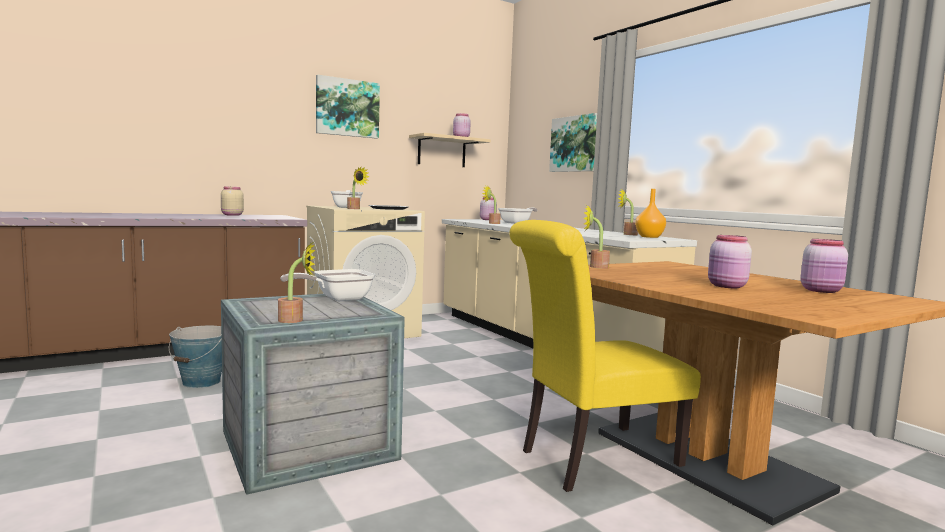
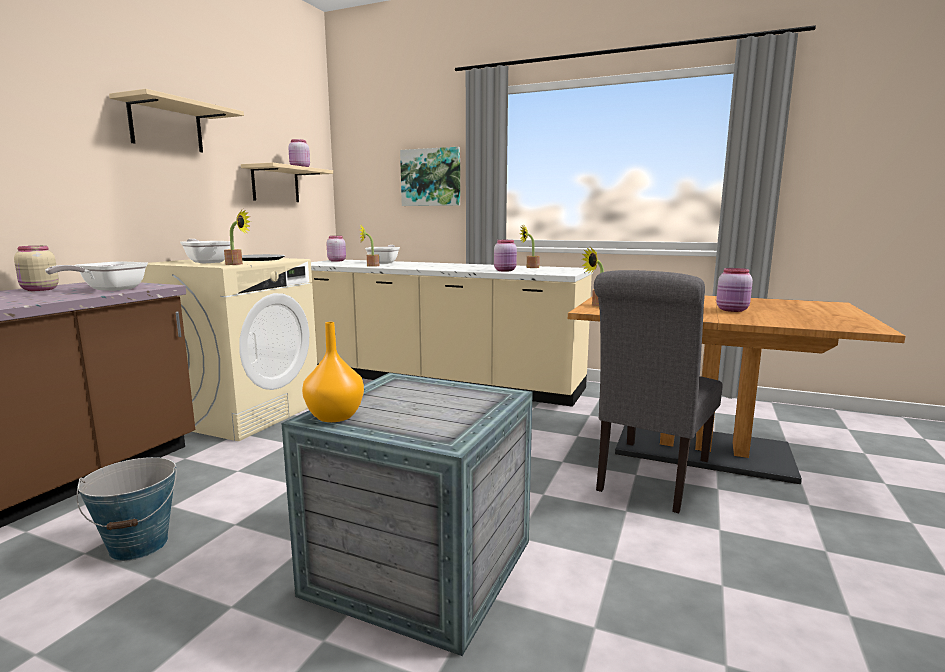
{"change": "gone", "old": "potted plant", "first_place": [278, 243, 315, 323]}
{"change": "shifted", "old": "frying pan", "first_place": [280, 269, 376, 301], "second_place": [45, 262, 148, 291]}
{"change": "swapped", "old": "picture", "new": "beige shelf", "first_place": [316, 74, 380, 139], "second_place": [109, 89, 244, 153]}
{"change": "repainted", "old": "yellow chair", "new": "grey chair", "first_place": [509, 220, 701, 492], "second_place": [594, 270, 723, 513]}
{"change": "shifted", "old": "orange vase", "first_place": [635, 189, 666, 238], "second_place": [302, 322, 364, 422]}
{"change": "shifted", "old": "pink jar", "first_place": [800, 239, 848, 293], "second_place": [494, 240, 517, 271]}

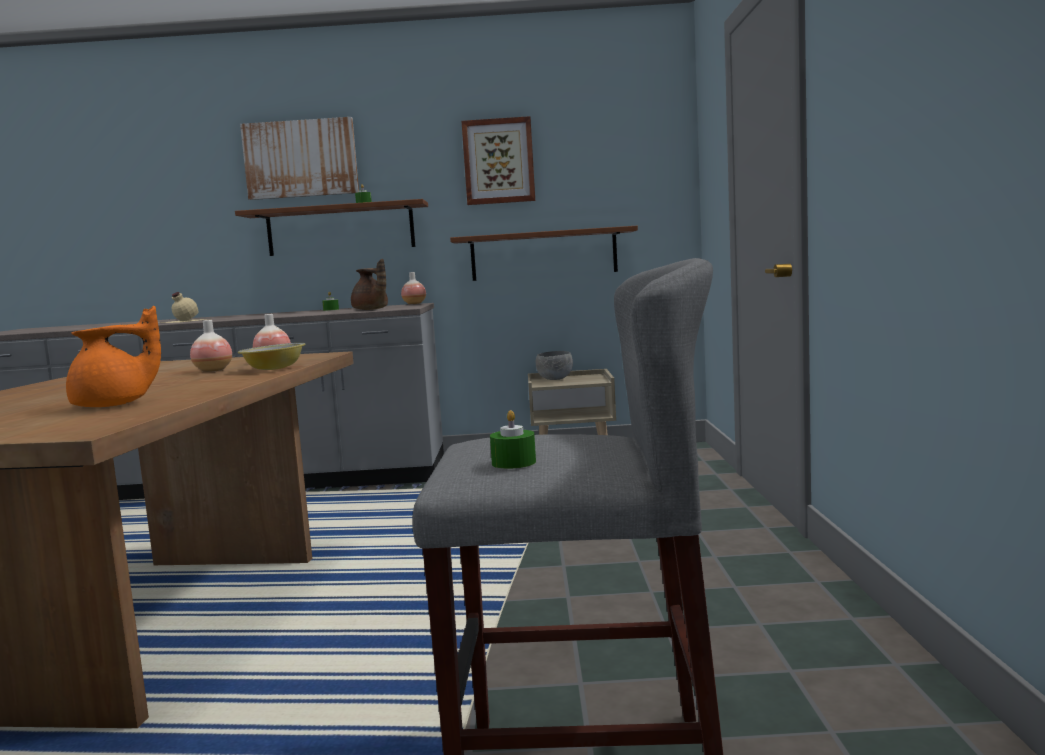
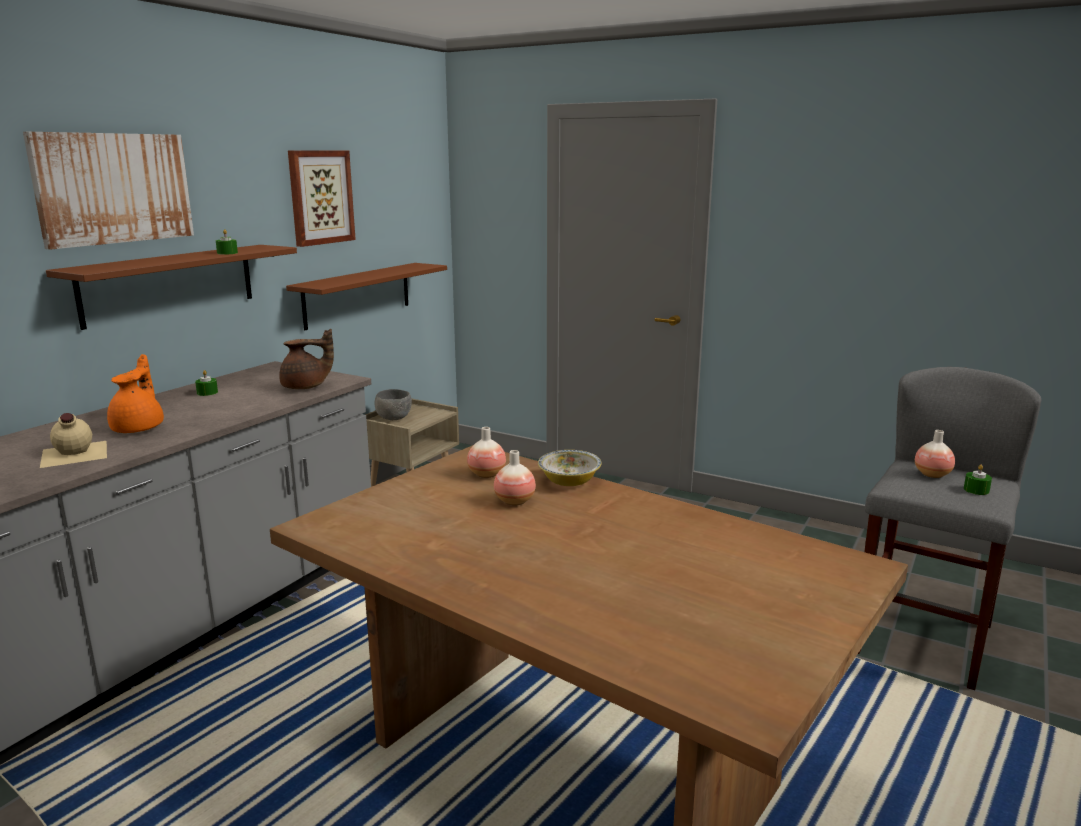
{"change": "shifted", "old": "orange teapot", "first_place": [66, 306, 161, 407], "second_place": [107, 354, 164, 433]}
{"change": "shifted", "old": "vase", "first_place": [401, 272, 426, 304], "second_place": [915, 430, 955, 478]}

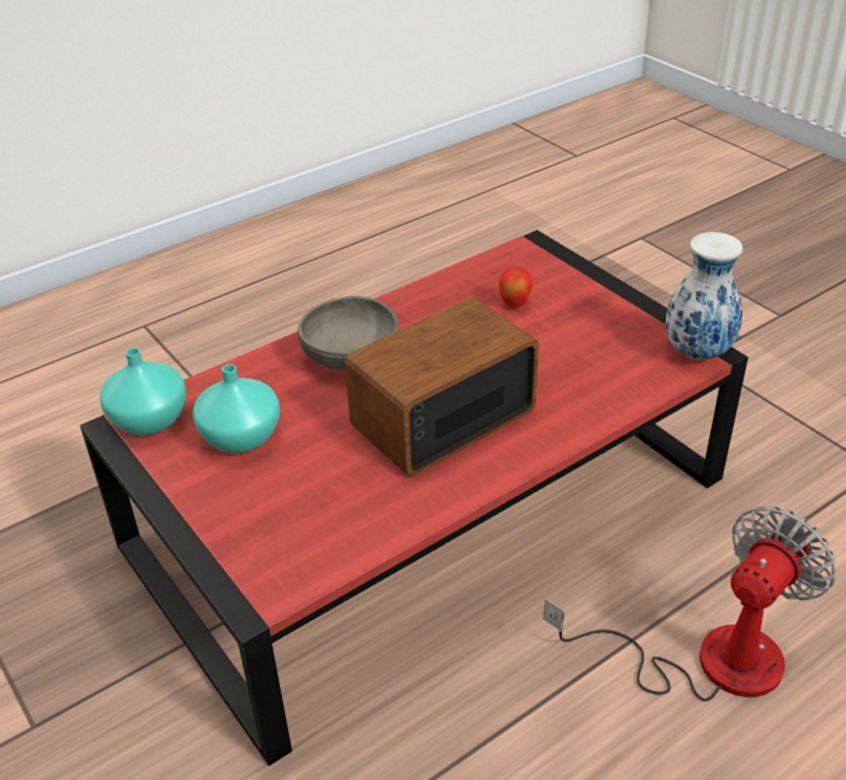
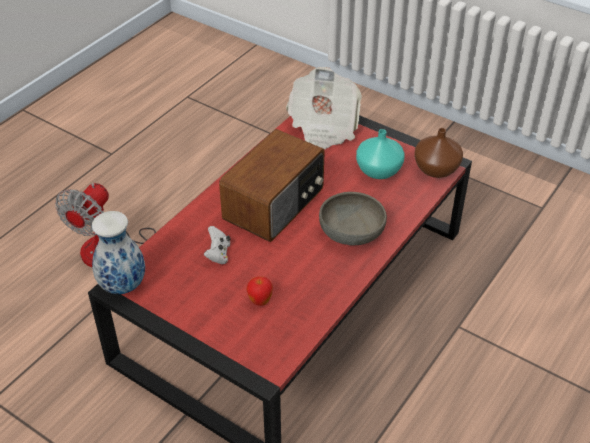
{"change": "repainted", "old": "turquoise vase", "new": "brown vase", "first_place": [100, 348, 187, 435], "second_place": [414, 128, 463, 178]}
{"change": "new", "new": "white game controller", "second_place": [204, 226, 231, 264]}
{"change": "new", "new": "newspaper", "second_place": [286, 67, 362, 149]}

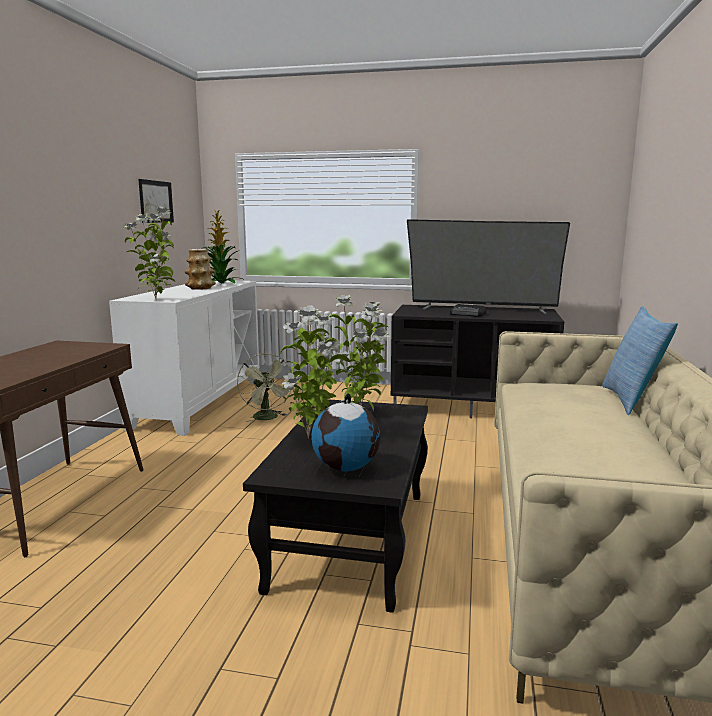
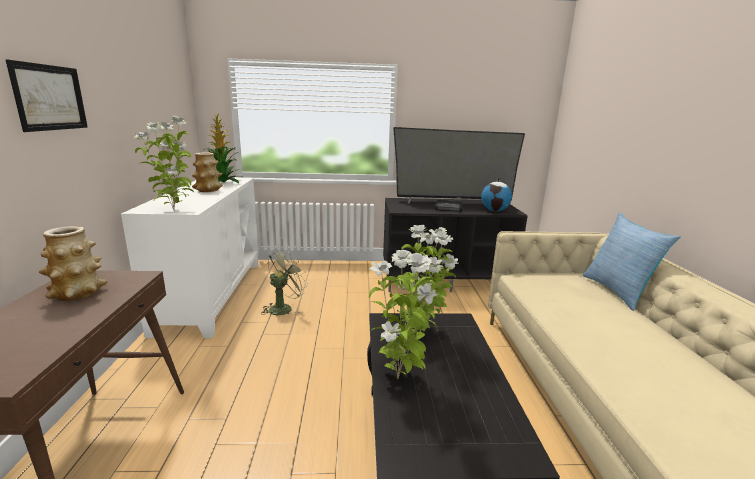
{"change": "shifted", "old": "picture", "first_place": [138, 179, 174, 223], "second_place": [5, 59, 88, 132]}
{"change": "rotated", "old": "green fan", "first_place": [237, 353, 294, 422], "second_place": [261, 250, 308, 315], "degrees": -105}
{"change": "shifted", "old": "globe", "first_place": [311, 393, 380, 472], "second_place": [481, 177, 512, 211]}
{"change": "new", "new": "vase", "second_place": [39, 226, 108, 301]}

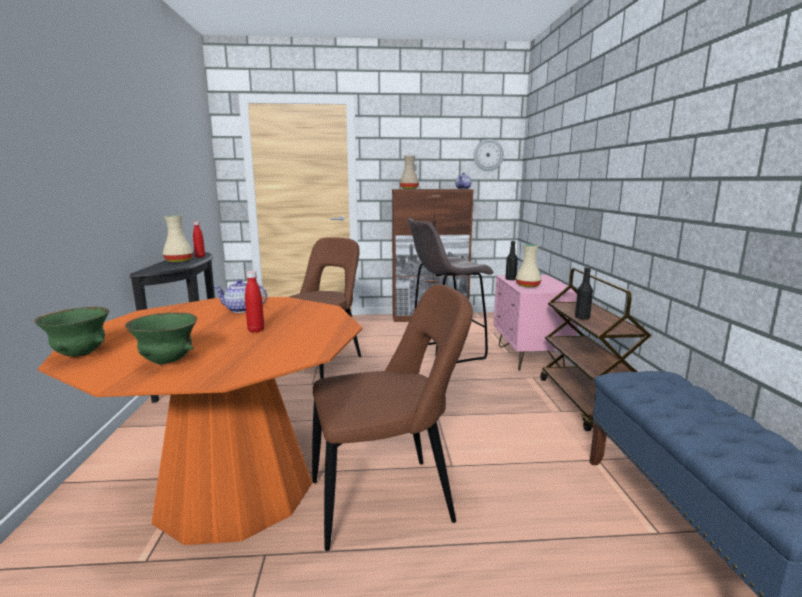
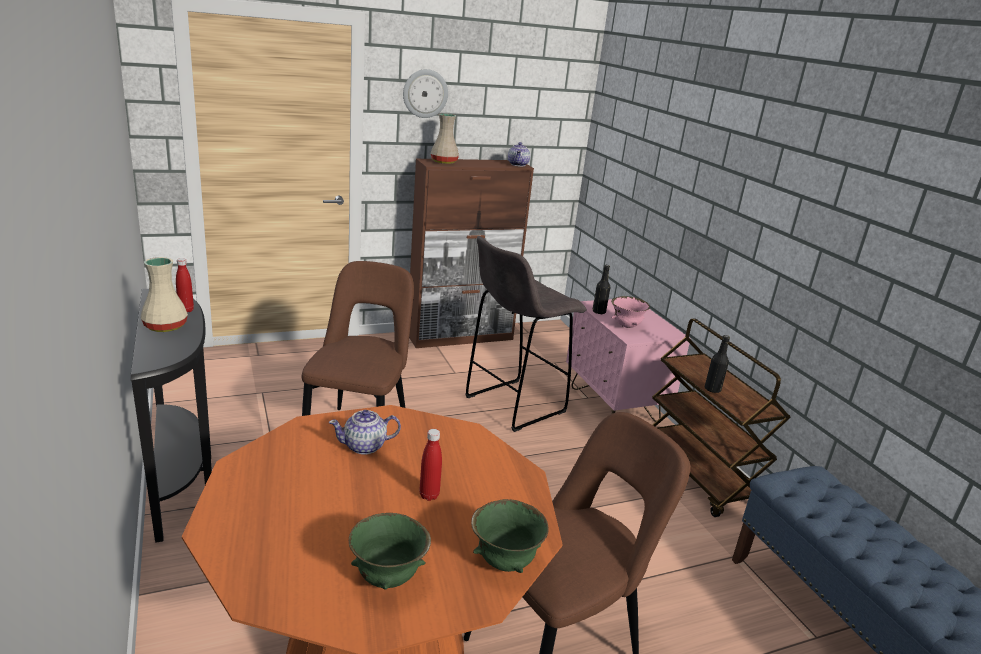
{"change": "shifted", "old": "green bowl", "first_place": [34, 307, 109, 357], "second_place": [471, 499, 549, 573]}
{"change": "shifted", "old": "wall clock", "first_place": [474, 139, 504, 171], "second_place": [403, 69, 448, 118]}
{"change": "swapped", "old": "beige vase", "new": "pink bowl", "first_place": [516, 244, 541, 287], "second_place": [611, 296, 650, 328]}

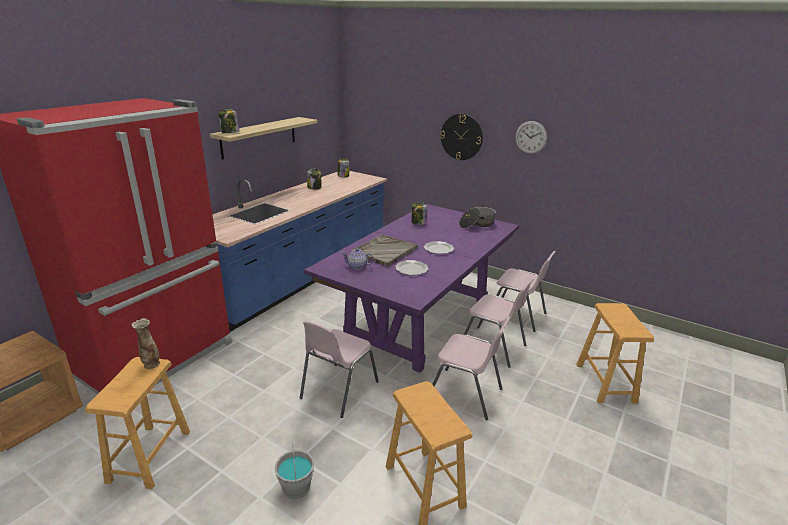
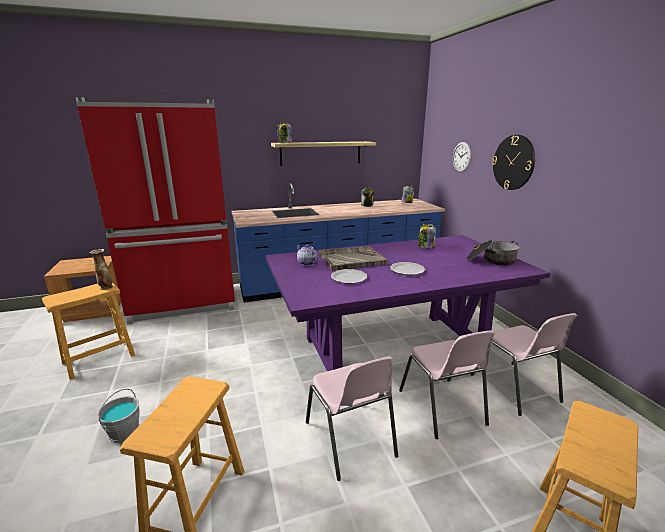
{"change": "gone", "old": "pink chair", "first_place": [300, 321, 379, 418]}
{"change": "shifted", "old": "wall clock", "first_place": [515, 121, 547, 154], "second_place": [453, 142, 471, 172]}

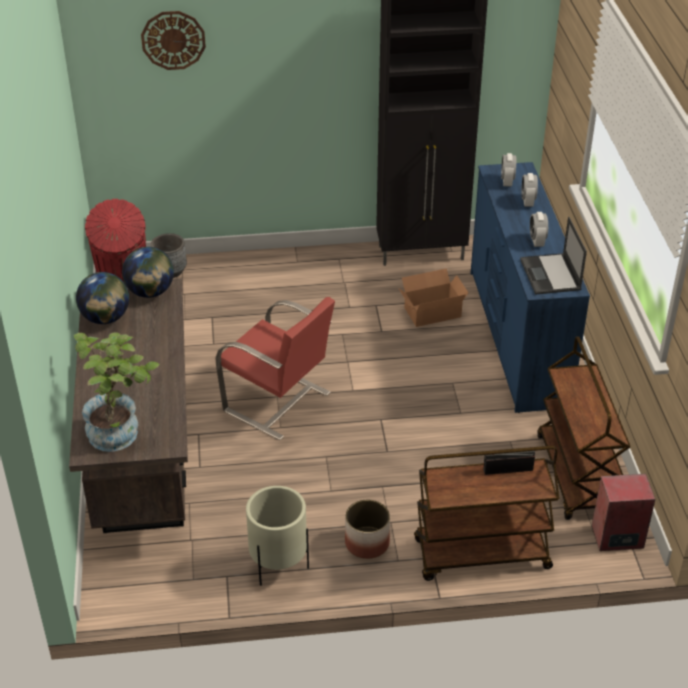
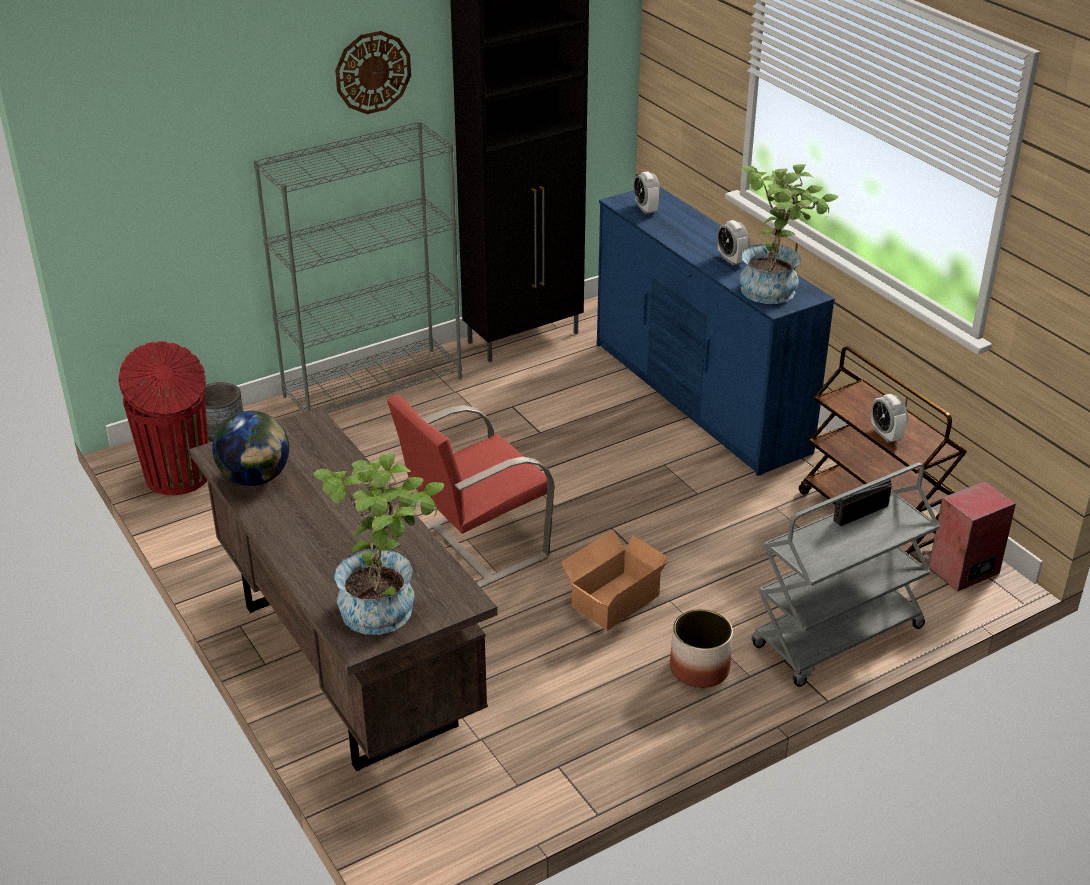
{"change": "gone", "old": "globe", "first_place": [122, 247, 174, 298]}
{"change": "shifted", "old": "wall clock", "first_place": [141, 11, 206, 70], "second_place": [335, 31, 411, 114]}
{"change": "rotated", "old": "red chair", "first_place": [215, 297, 335, 440], "second_place": [387, 395, 555, 588], "degrees": 135}
{"change": "gone", "old": "beige planter", "first_place": [246, 486, 309, 586]}
{"change": "shifted", "old": "cardboard box", "first_place": [398, 268, 469, 327], "second_place": [560, 530, 668, 631]}
{"change": "repainted", "old": "brown cart", "new": "grey cart", "first_place": [414, 446, 559, 581], "second_place": [751, 462, 940, 687]}
{"change": "swapped", "old": "laptop", "new": "potted plant", "first_place": [520, 217, 587, 295], "second_place": [739, 164, 839, 304]}
{"change": "shifted", "old": "alarm clock", "first_place": [521, 173, 538, 207], "second_place": [871, 394, 908, 443]}
{"change": "new", "new": "grey bookcase", "second_place": [253, 121, 462, 413]}

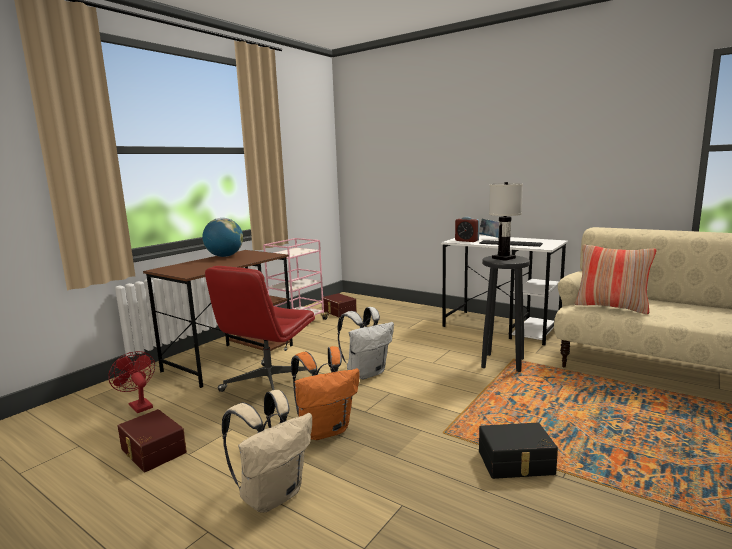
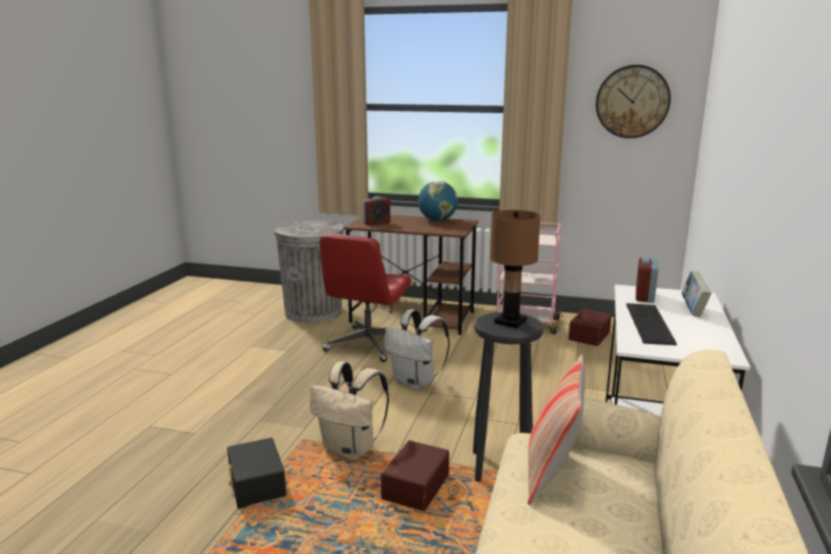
{"change": "swapped", "old": "red fan", "new": "grey trash can", "first_place": [108, 351, 155, 413], "second_place": [274, 220, 344, 323]}
{"change": "shifted", "old": "brown storage box", "first_place": [118, 409, 187, 472], "second_place": [381, 440, 449, 511]}
{"change": "rotated", "old": "red office chair", "first_place": [205, 266, 315, 392], "second_place": [320, 234, 412, 362], "degrees": -75}
{"change": "shifted", "old": "beige backpack", "first_place": [222, 390, 312, 512], "second_place": [310, 362, 389, 460]}
{"change": "gone", "old": "orange backpack", "first_place": [291, 346, 359, 440]}
{"change": "repainted", "old": "white table lamp", "new": "brown table lamp", "first_place": [489, 182, 523, 261], "second_place": [490, 210, 541, 328]}
{"change": "new", "new": "alarm clock", "second_place": [363, 196, 390, 226]}
{"change": "new", "new": "wall clock", "second_place": [596, 65, 671, 138]}

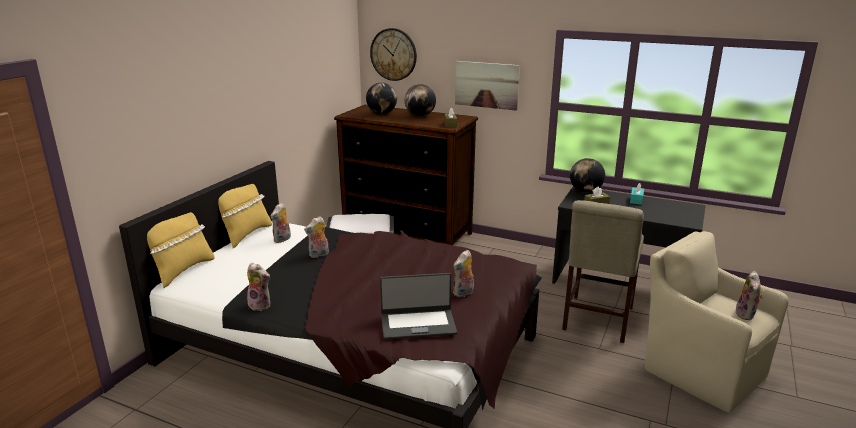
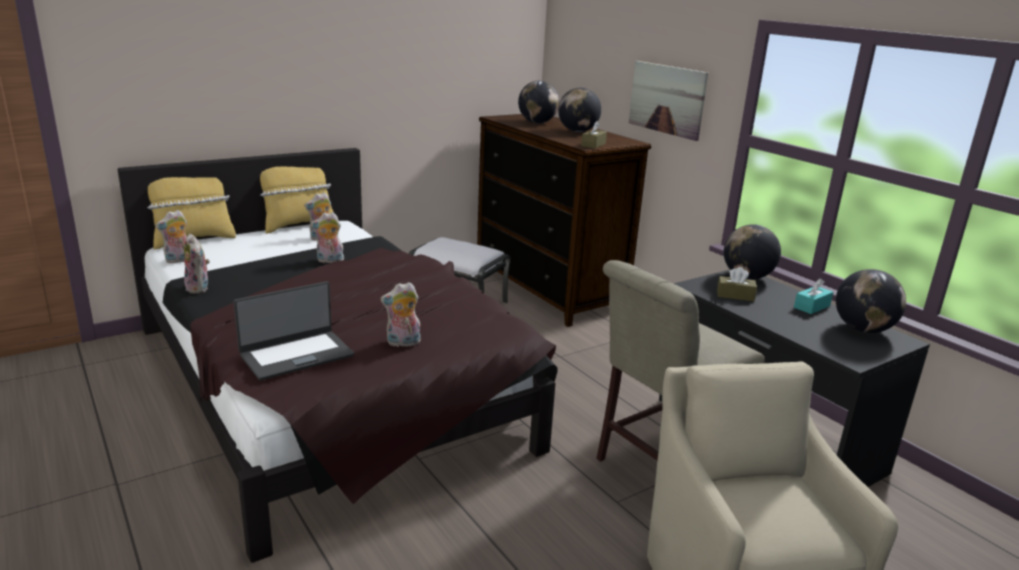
{"change": "gone", "old": "wall clock", "first_place": [370, 28, 417, 81]}
{"change": "rotated", "old": "laptop", "first_place": [380, 273, 457, 339], "second_place": [234, 281, 354, 380], "degrees": -60}
{"change": "shifted", "old": "plush toy", "first_place": [735, 271, 764, 320], "second_place": [155, 210, 187, 264]}
{"change": "new", "new": "globe", "second_place": [836, 269, 906, 333]}

